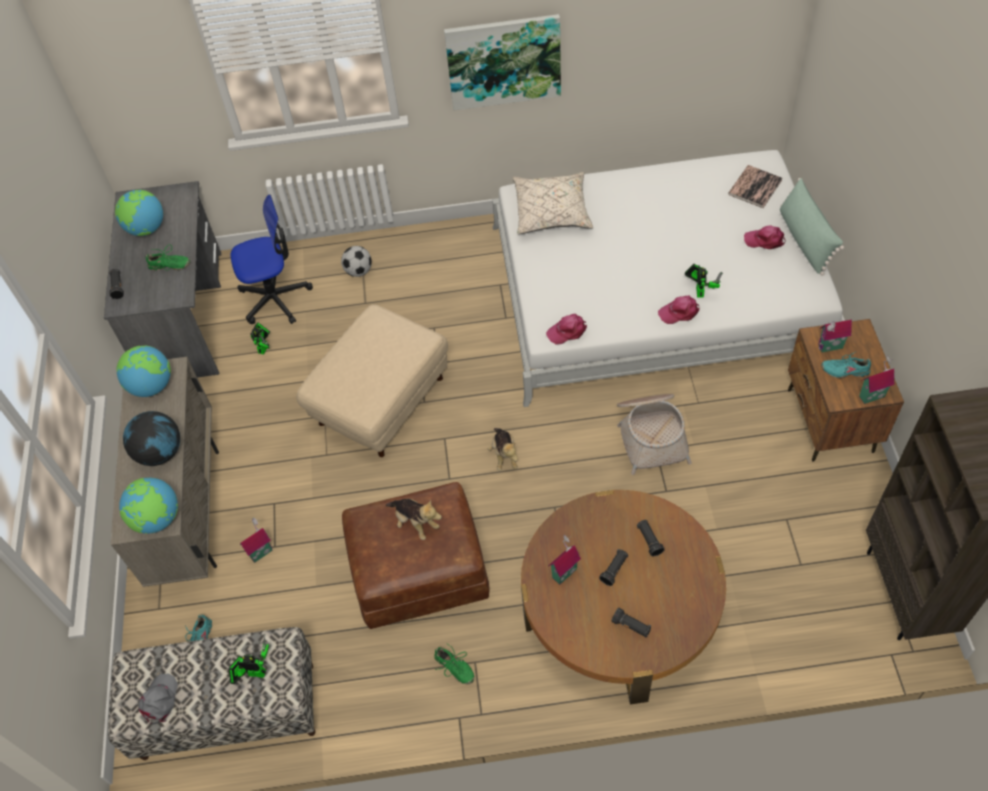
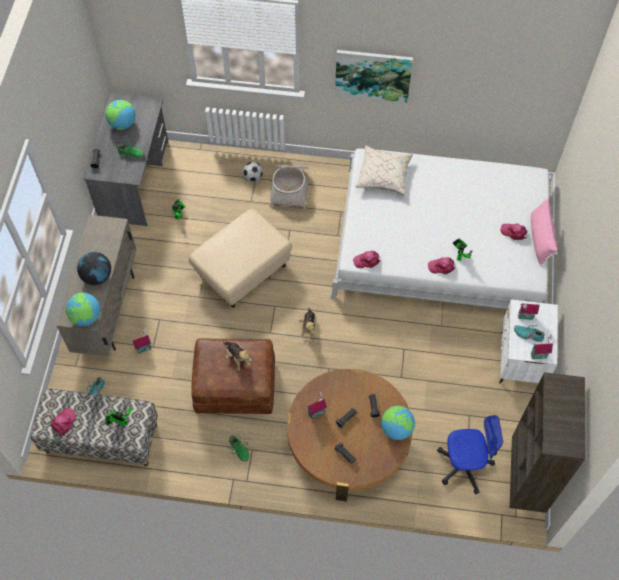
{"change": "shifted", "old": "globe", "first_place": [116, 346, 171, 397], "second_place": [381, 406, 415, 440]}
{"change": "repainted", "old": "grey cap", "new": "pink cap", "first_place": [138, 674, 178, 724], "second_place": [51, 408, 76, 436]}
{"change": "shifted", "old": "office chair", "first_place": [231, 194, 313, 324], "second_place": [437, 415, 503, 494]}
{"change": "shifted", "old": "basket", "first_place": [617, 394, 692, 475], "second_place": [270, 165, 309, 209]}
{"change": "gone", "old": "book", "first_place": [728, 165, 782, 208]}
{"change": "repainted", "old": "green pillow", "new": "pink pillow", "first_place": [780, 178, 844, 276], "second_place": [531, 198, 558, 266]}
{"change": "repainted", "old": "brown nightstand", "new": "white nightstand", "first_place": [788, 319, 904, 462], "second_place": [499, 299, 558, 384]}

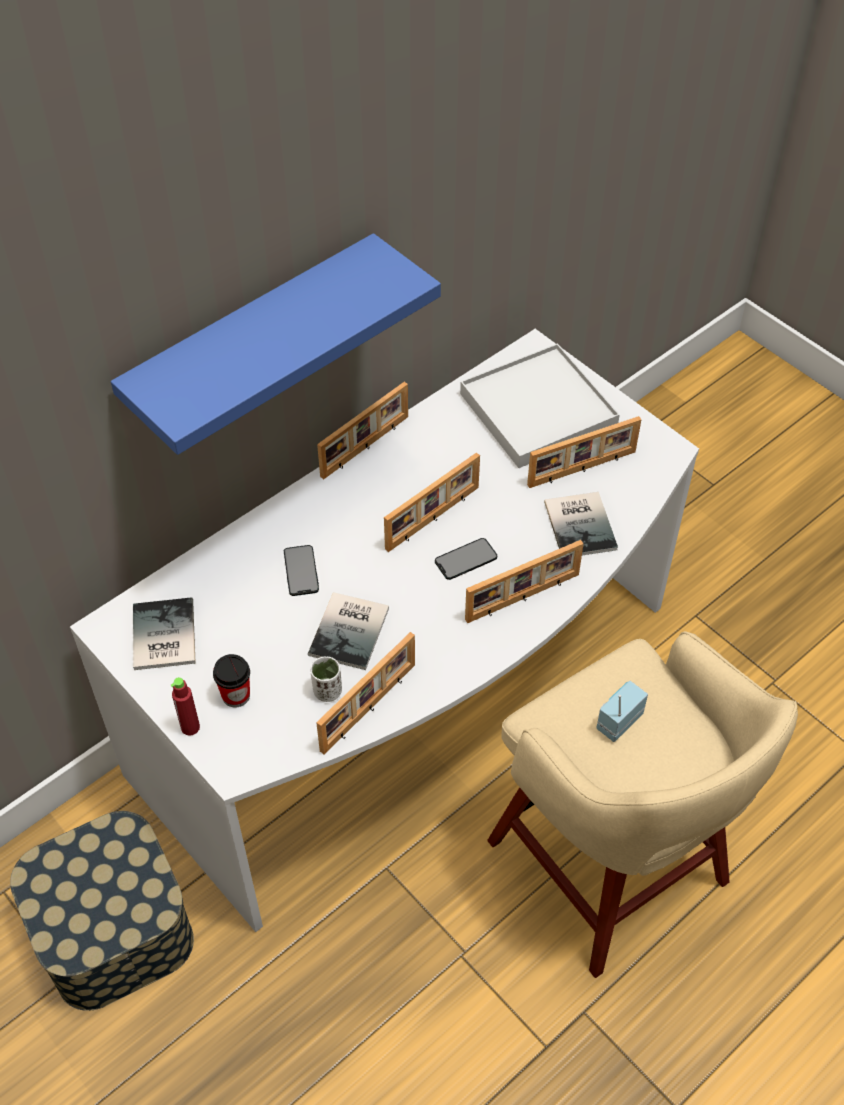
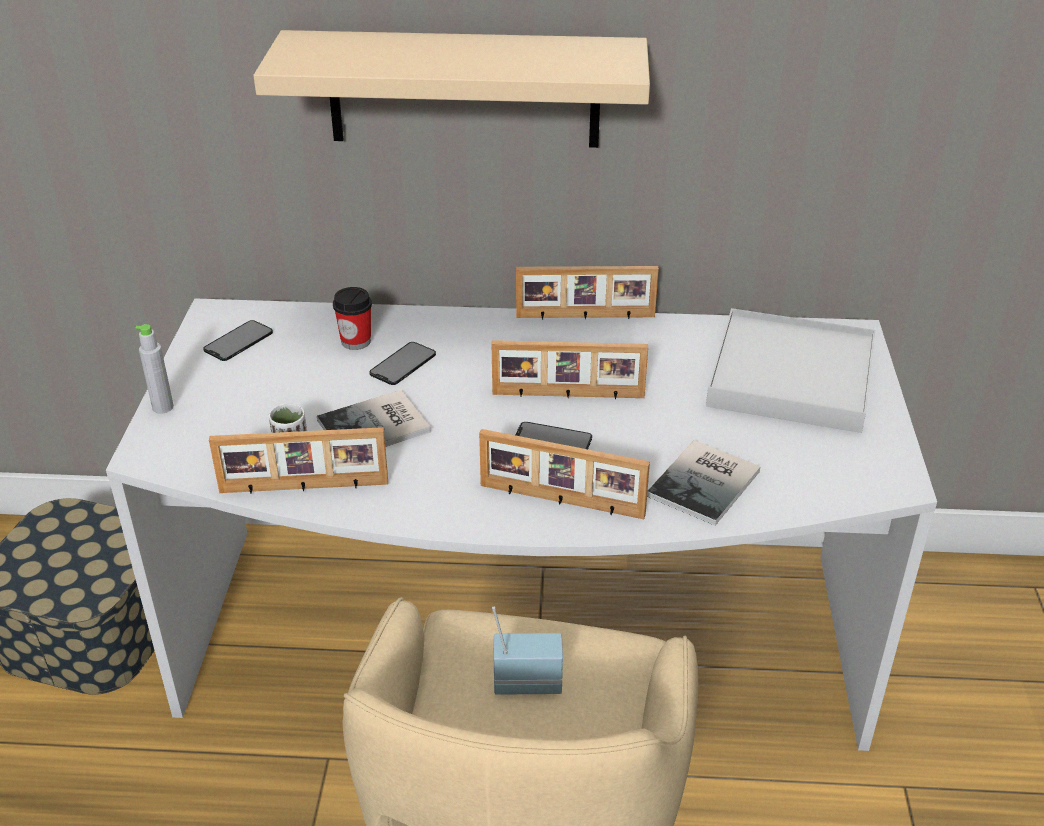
{"change": "repainted", "old": "blue shelf", "new": "beige shelf", "first_place": [111, 233, 441, 455], "second_place": [253, 30, 650, 148]}
{"change": "swapped", "old": "book", "new": "phone", "first_place": [133, 597, 196, 670], "second_place": [203, 320, 273, 361]}
{"change": "repainted", "old": "red bottle", "new": "grey bottle", "first_place": [171, 677, 200, 736], "second_place": [136, 324, 174, 414]}
{"change": "shifted", "old": "cup", "first_place": [213, 654, 250, 708], "second_place": [333, 287, 372, 350]}
{"change": "gone", "old": "picture frame", "first_place": [527, 416, 641, 488]}

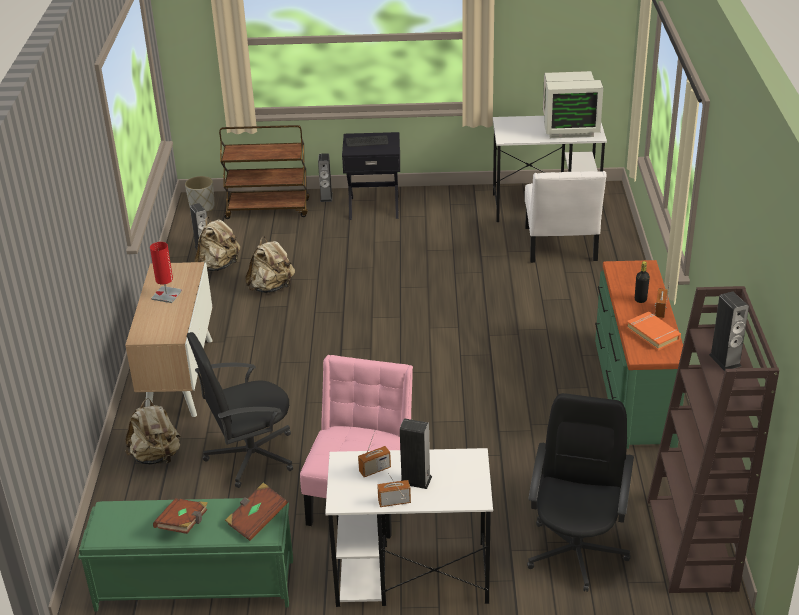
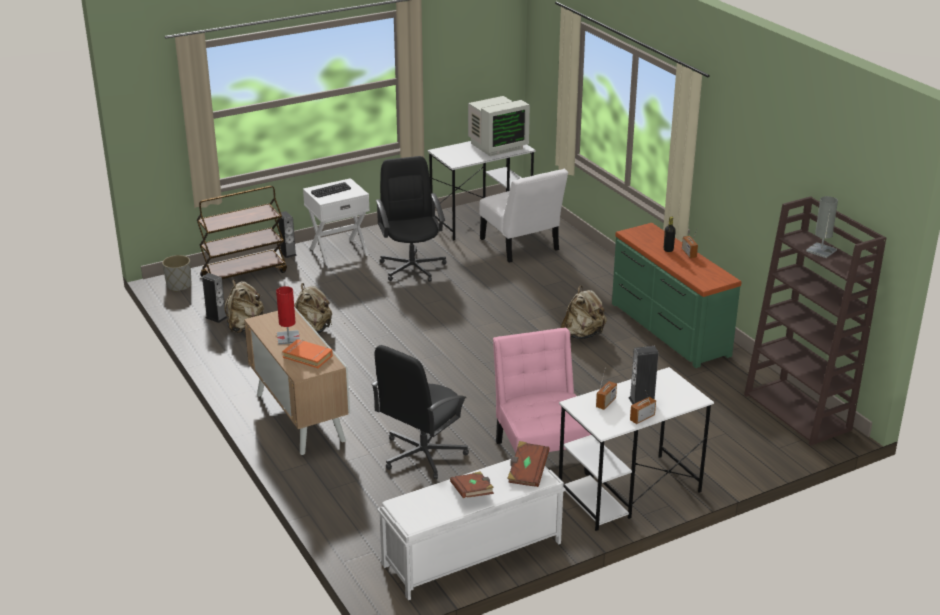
{"change": "repainted", "old": "green bench", "new": "white bench", "first_place": [78, 498, 293, 612], "second_place": [377, 459, 566, 600]}
{"change": "shifted", "old": "beige backpack", "first_place": [125, 398, 181, 465], "second_place": [560, 285, 607, 340]}
{"change": "repainted", "old": "black nightstand", "new": "white nightstand", "first_place": [342, 132, 400, 220], "second_place": [303, 178, 370, 266]}
{"change": "shifted", "old": "black office chair", "first_place": [527, 393, 634, 592], "second_place": [376, 156, 446, 282]}
{"change": "shifted", "old": "orange book", "first_place": [626, 312, 681, 351], "second_place": [282, 339, 333, 368]}
{"change": "swapped", "old": "speaker", "new": "grey table lamp", "first_place": [709, 292, 749, 371], "second_place": [806, 196, 838, 258]}

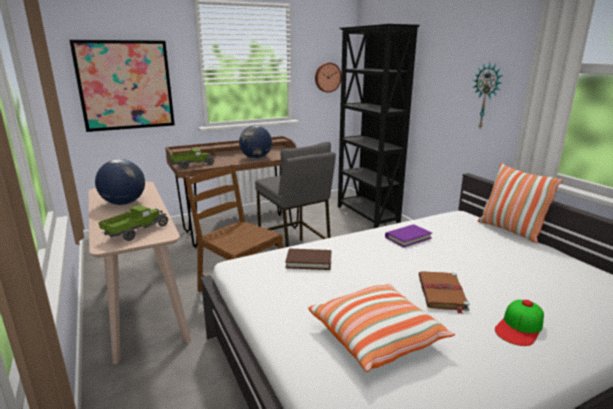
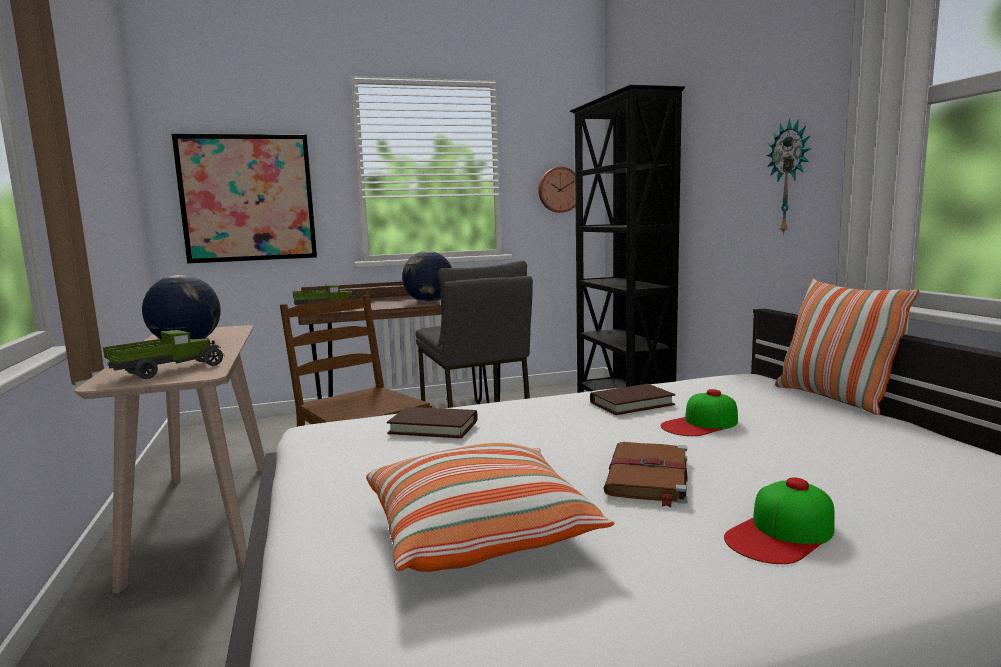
{"change": "repainted", "old": "purple book", "new": "brown book", "first_place": [385, 224, 432, 247], "second_place": [590, 384, 675, 415]}
{"change": "new", "new": "cap", "second_place": [661, 389, 738, 436]}

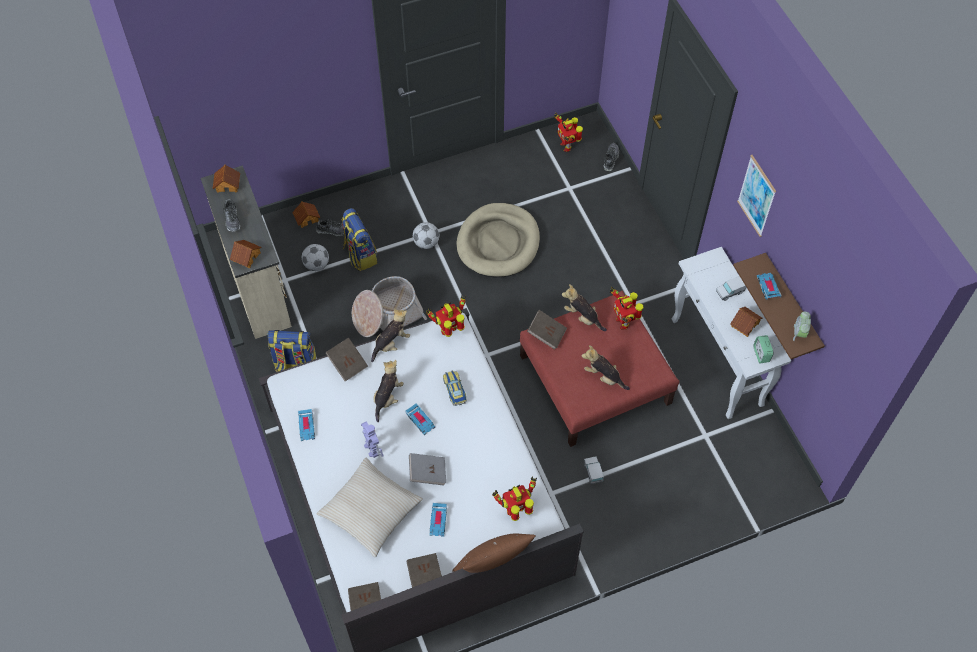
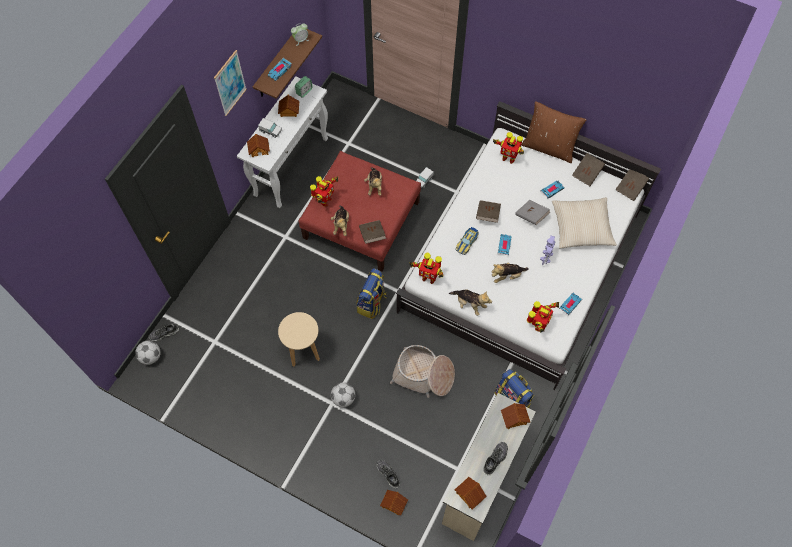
{"change": "shifted", "old": "football", "first_place": [302, 244, 329, 271], "second_place": [135, 341, 161, 365]}
{"change": "shifted", "old": "brown book", "first_place": [326, 338, 368, 381], "second_place": [476, 200, 501, 223]}
{"change": "shifted", "old": "backpack", "first_place": [342, 208, 378, 271], "second_place": [357, 268, 387, 319]}
{"change": "rotated", "old": "plush toy", "first_place": [371, 309, 410, 362], "second_place": [449, 290, 492, 316], "degrees": -150}
{"change": "swapped", "old": "beige dog bed", "new": "beige stool", "first_place": [456, 203, 540, 277], "second_place": [278, 312, 320, 366]}
{"change": "shifted", "old": "toy robot", "first_place": [554, 112, 583, 152], "second_place": [527, 301, 559, 333]}
{"change": "new", "new": "toy house", "second_place": [247, 134, 270, 157]}

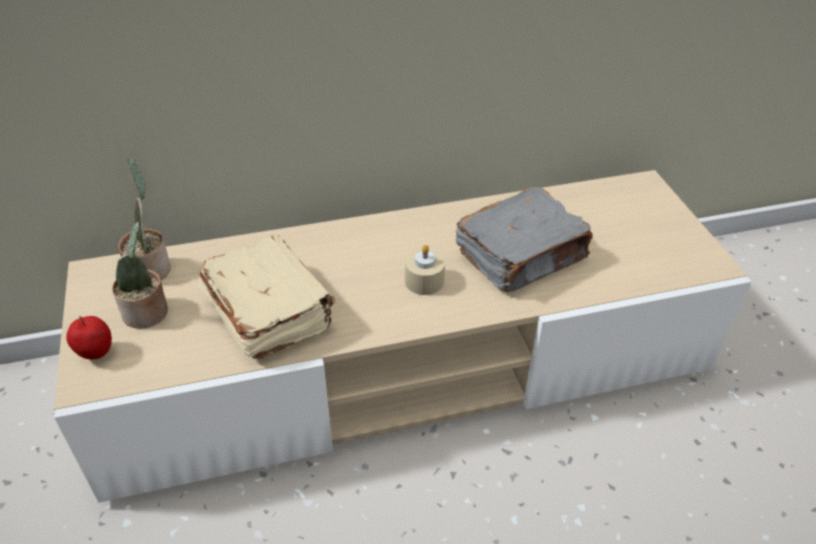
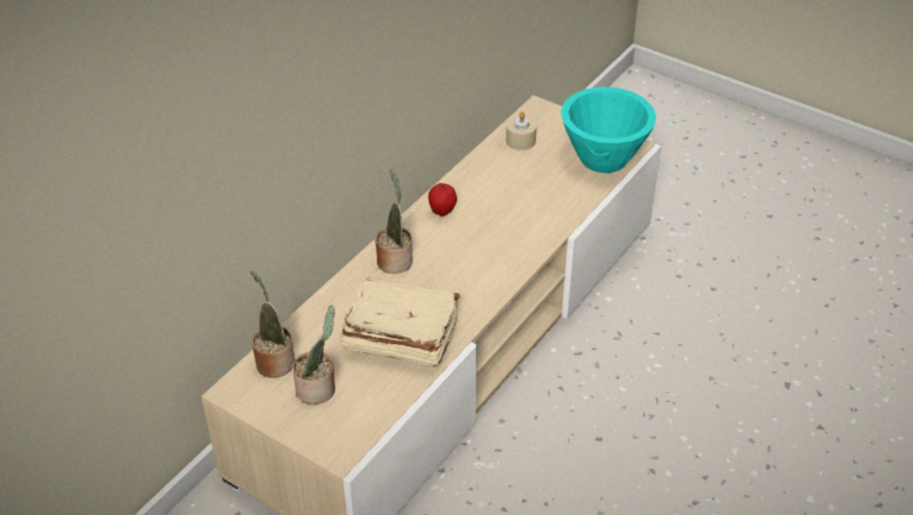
{"change": "shifted", "old": "apple", "first_place": [66, 316, 112, 359], "second_place": [428, 183, 457, 216]}
{"change": "shifted", "old": "beige candle", "first_place": [405, 245, 445, 295], "second_place": [506, 112, 537, 150]}
{"change": "gone", "old": "grey book", "first_place": [455, 187, 593, 292]}
{"change": "new", "new": "potted plant", "second_place": [375, 169, 413, 274]}
{"change": "new", "new": "turquoise bowl", "second_place": [561, 87, 656, 173]}

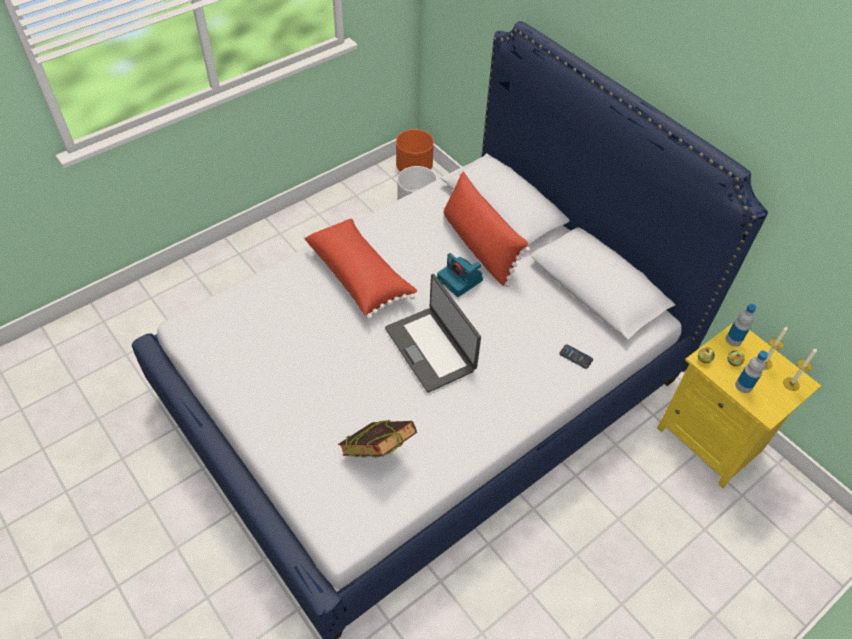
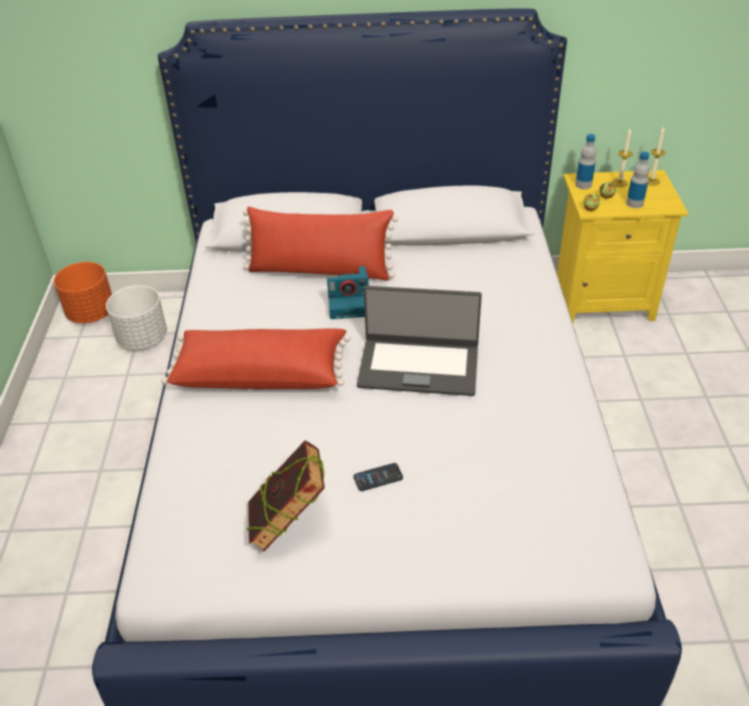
{"change": "shifted", "old": "book", "first_place": [338, 420, 417, 458], "second_place": [246, 440, 325, 551]}
{"change": "shifted", "old": "phone", "first_place": [559, 344, 593, 369], "second_place": [353, 463, 403, 491]}

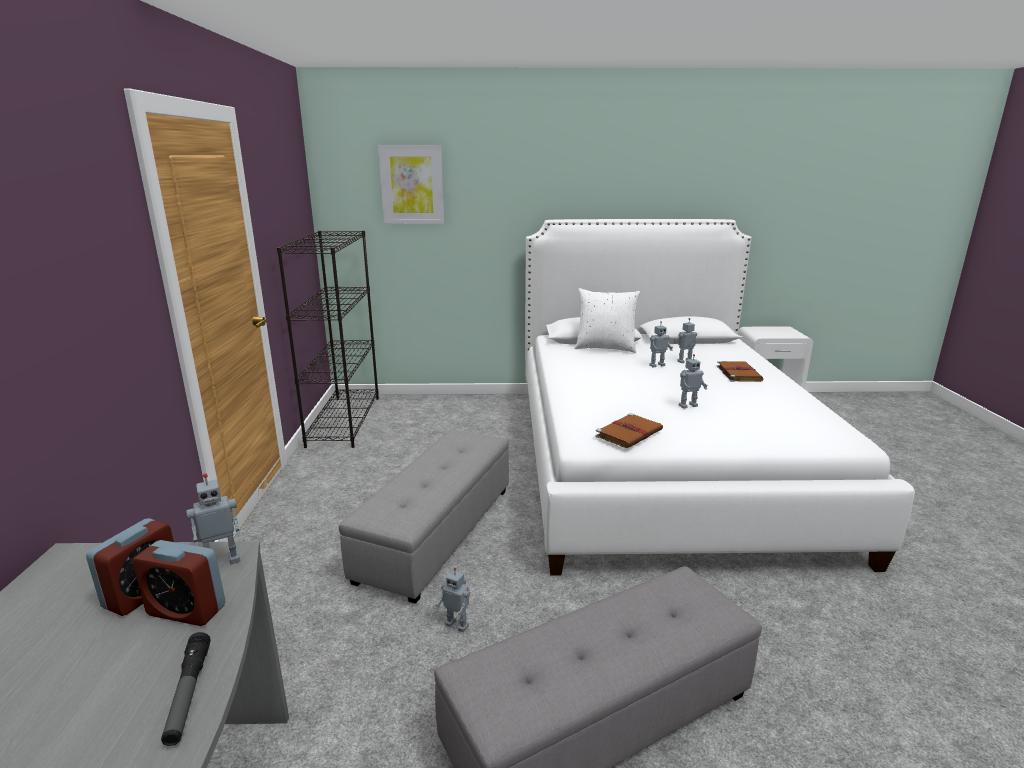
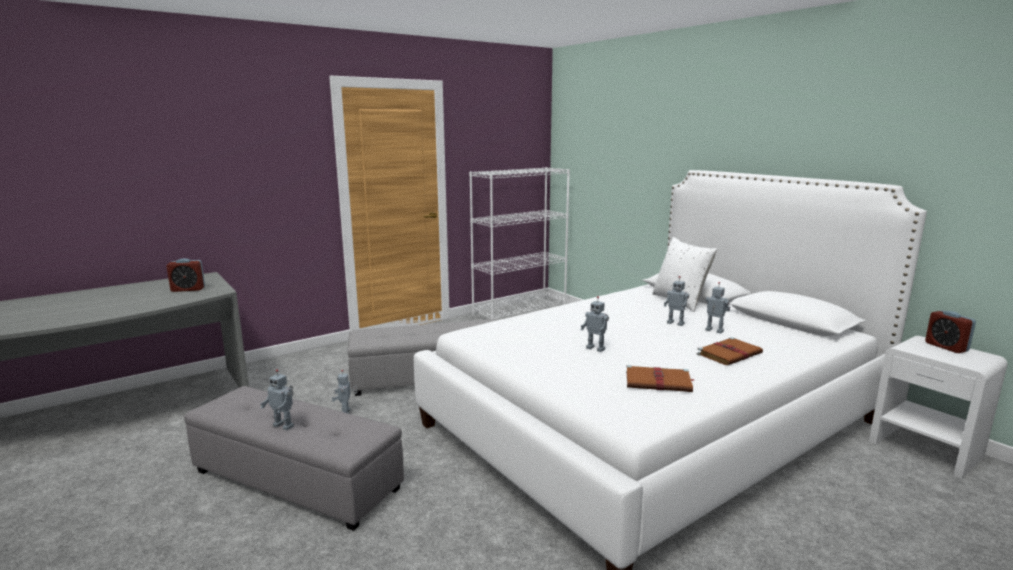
{"change": "shifted", "old": "alarm clock", "first_place": [132, 540, 226, 626], "second_place": [925, 311, 976, 353]}
{"change": "gone", "old": "flashlight", "first_place": [161, 632, 211, 746]}
{"change": "shifted", "old": "toy robot", "first_place": [186, 474, 240, 564], "second_place": [260, 369, 294, 430]}
{"change": "repainted", "old": "black bookcase", "new": "white bookcase", "first_place": [277, 231, 379, 448], "second_place": [469, 167, 570, 319]}
{"change": "gone", "old": "picture", "first_place": [378, 145, 444, 224]}
{"change": "shifted", "old": "brown book", "first_place": [595, 413, 663, 448], "second_place": [626, 365, 694, 392]}

